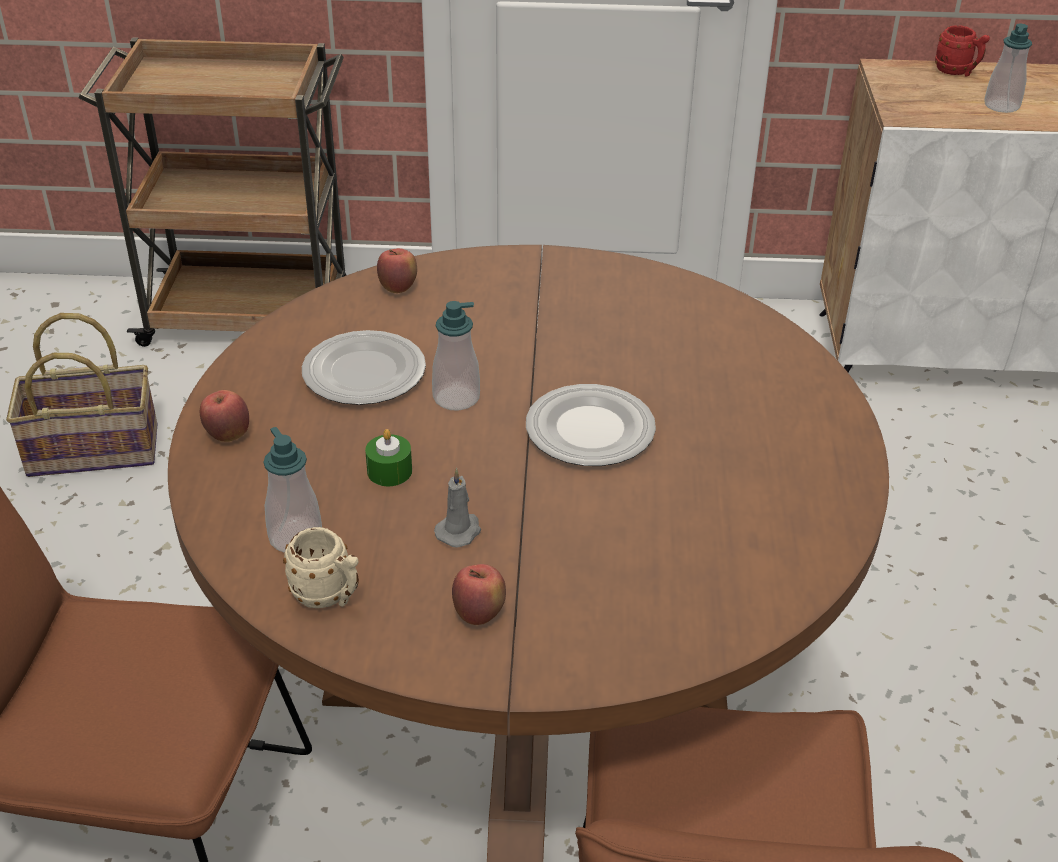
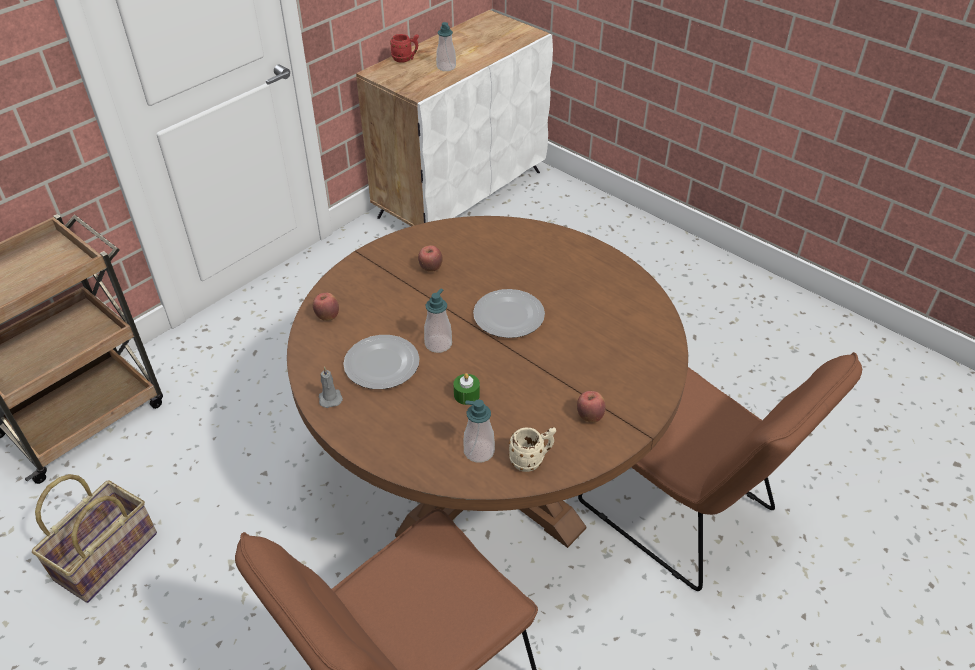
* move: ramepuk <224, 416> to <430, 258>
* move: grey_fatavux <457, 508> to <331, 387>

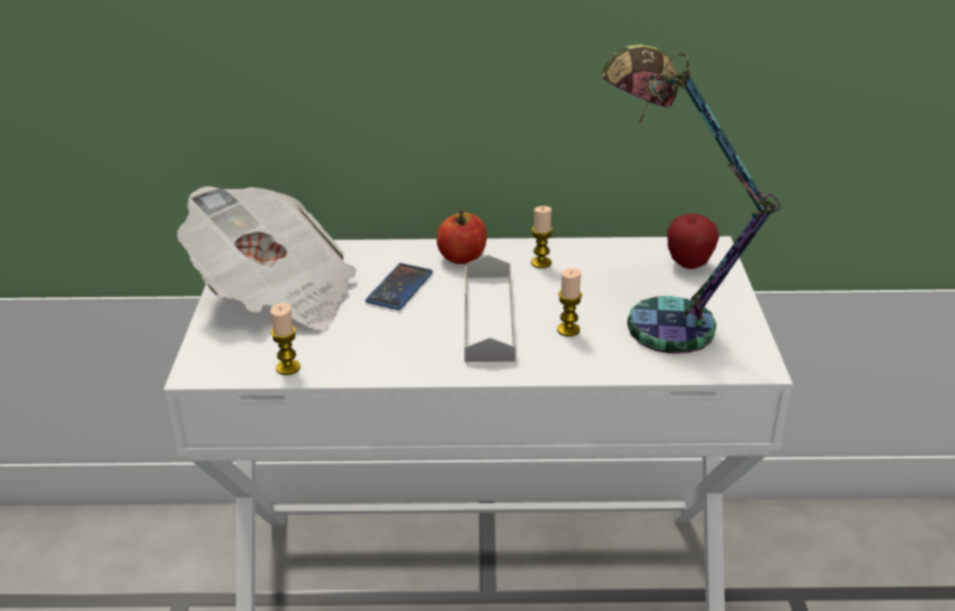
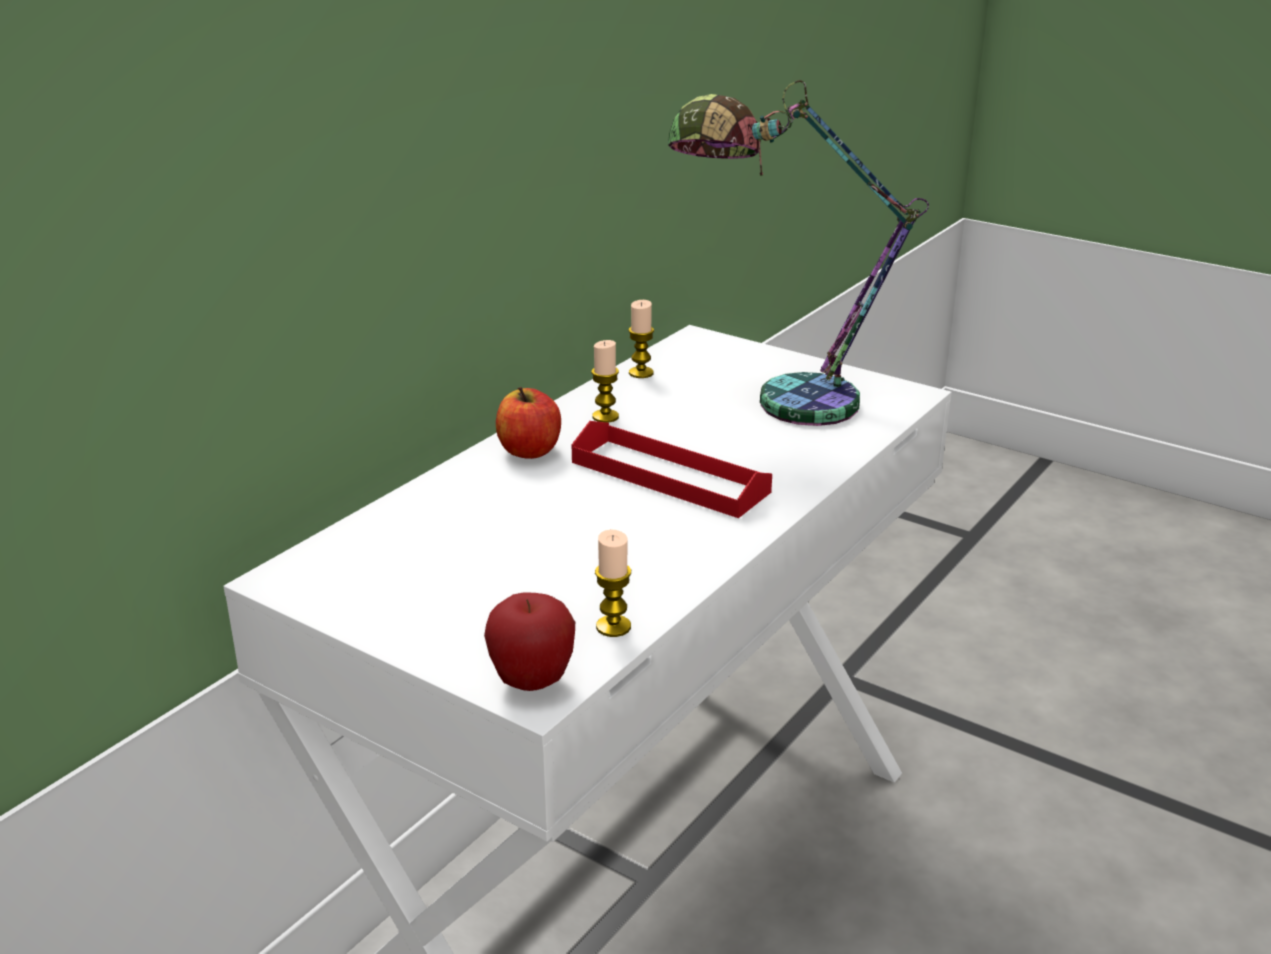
* delete: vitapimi <266, 257>
* delete: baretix <399, 286>
* move: fatavux <569, 302> to <641, 339>
* move: ramepuk <693, 241> to <529, 641>
* recolor: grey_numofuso <490, 308> to red_numofuso <671, 469>

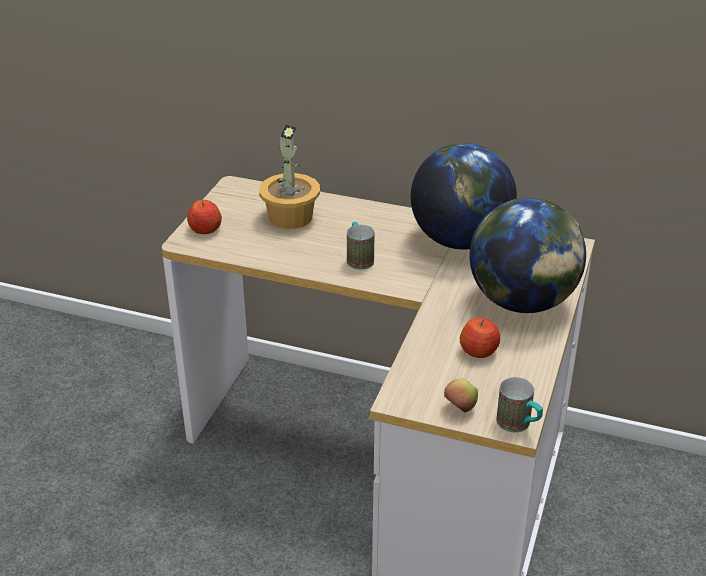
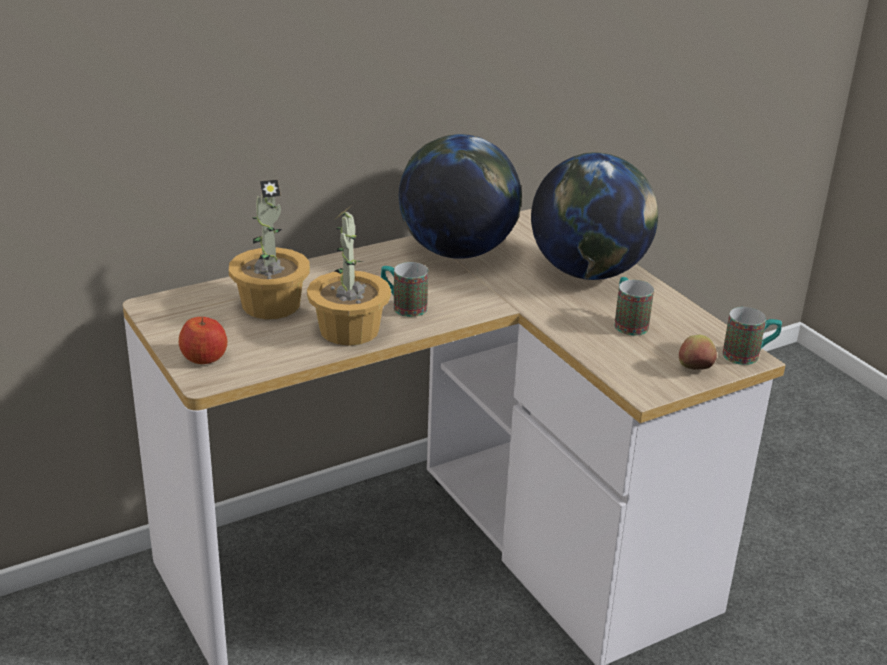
* insert: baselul <349, 275>
* replace: ramepuk <480, 338> to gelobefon <634, 306>

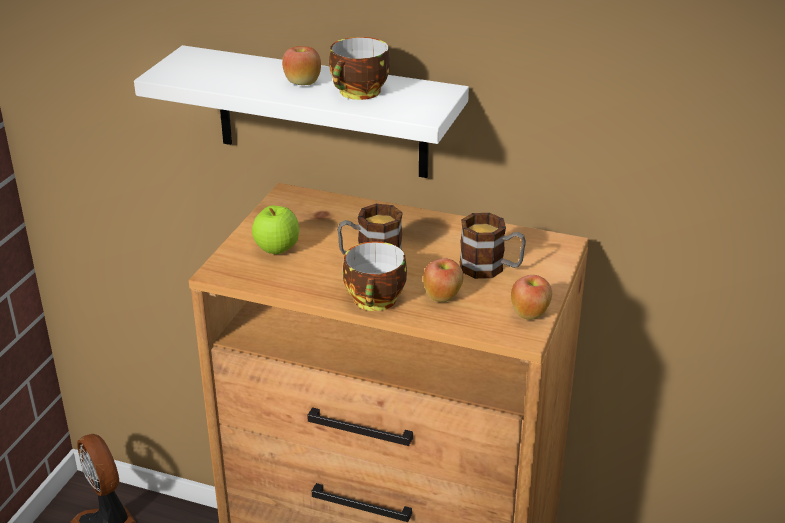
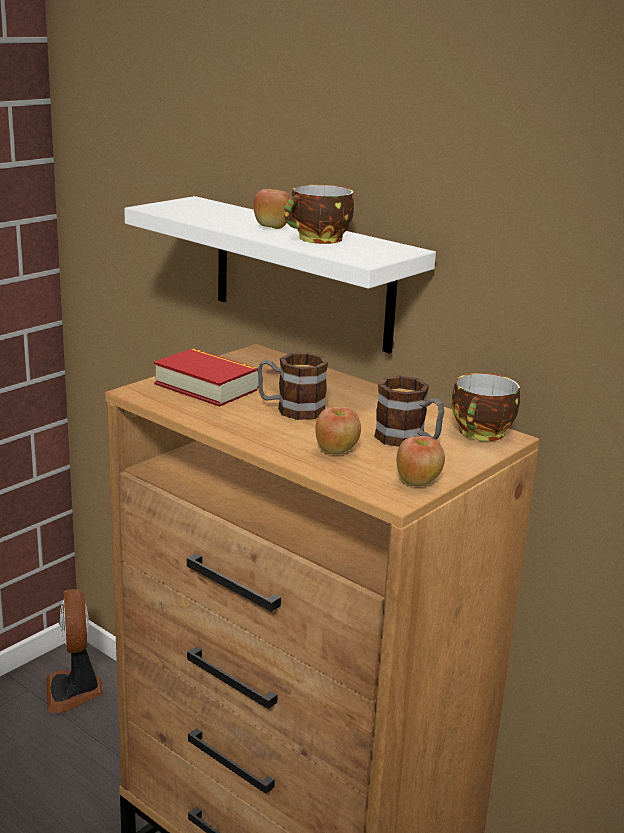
* move: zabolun <375, 276> to <486, 407>
* replace: ramepuk <275, 230> to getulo <206, 377>

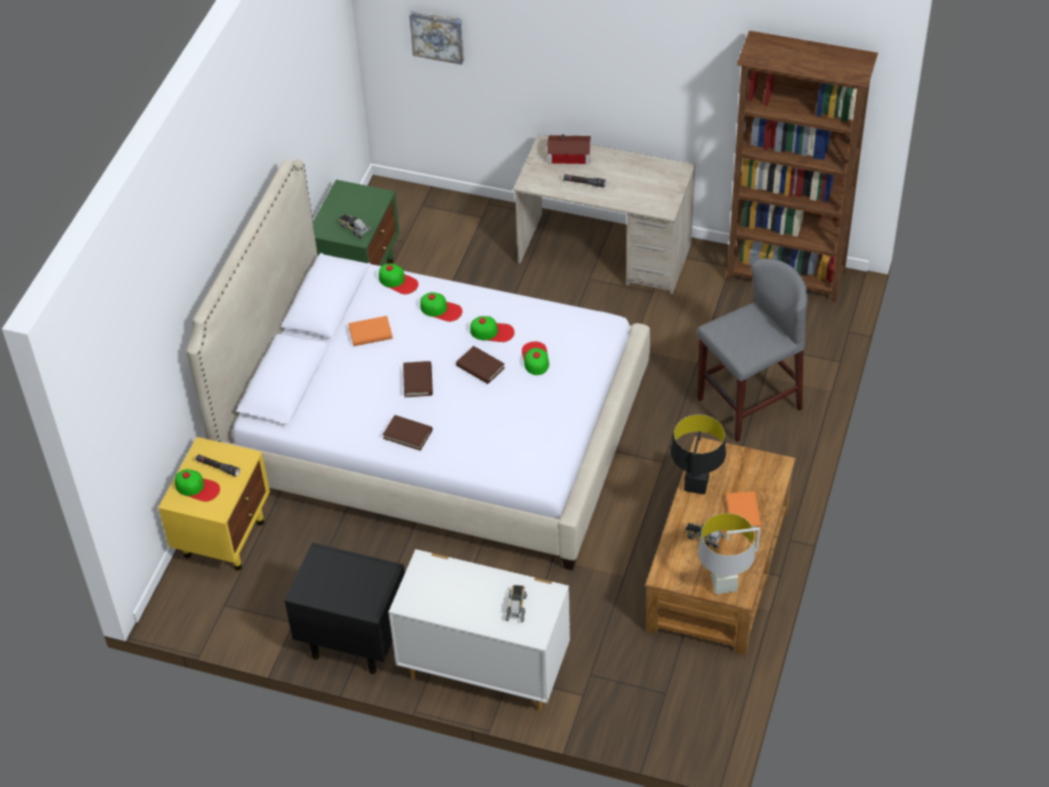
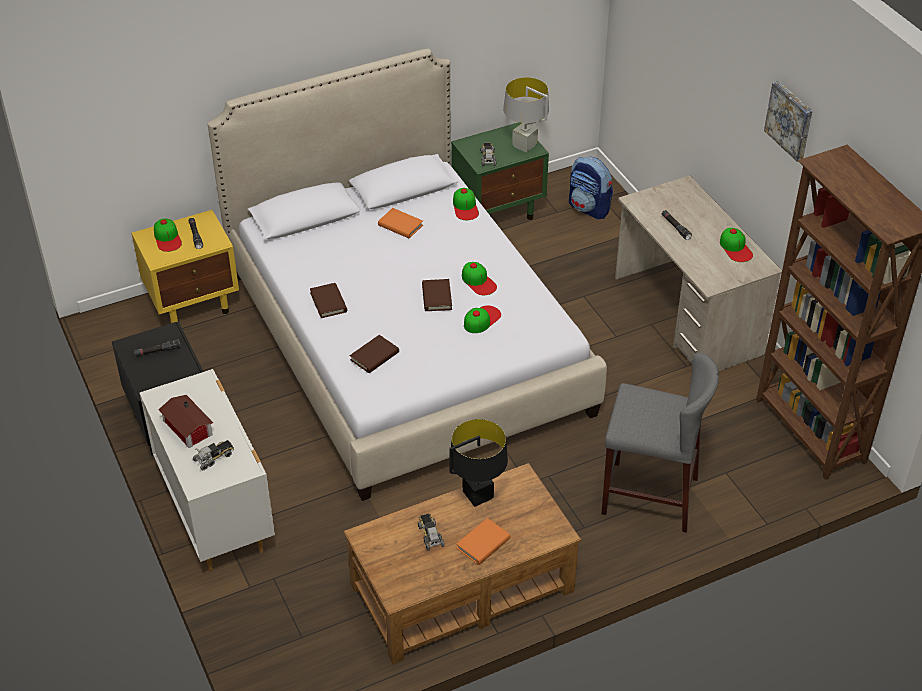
* insert: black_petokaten <157, 348>
* insert: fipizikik <591, 188>
* move: brown_getulo <418, 379> to <374, 354>
* move: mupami <436, 37> to <788, 121>
* move: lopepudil <441, 307> to <736, 245>
* move: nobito <569, 149> to <185, 421>
* move: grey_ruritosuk <729, 553> to <526, 114>

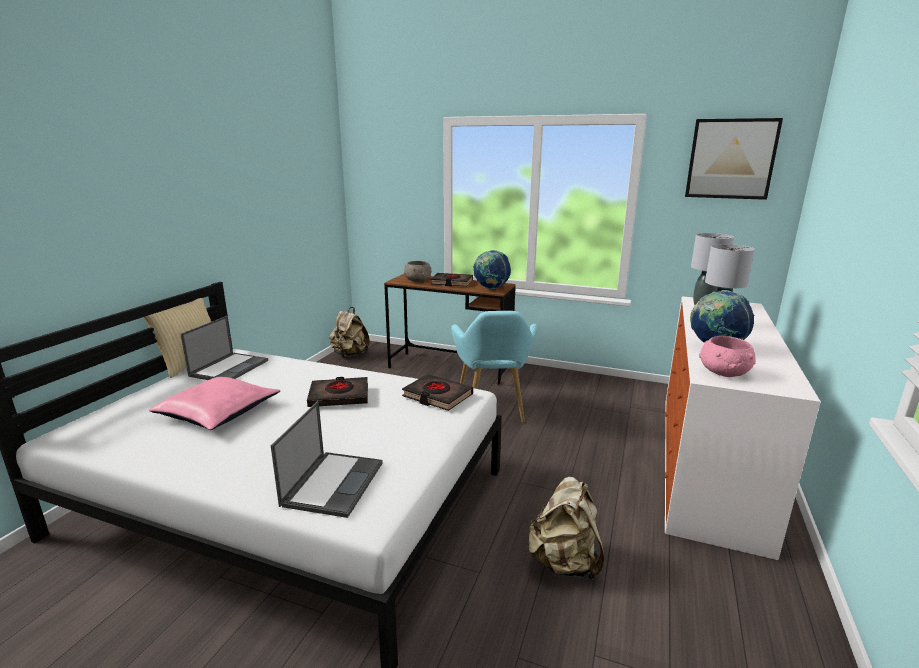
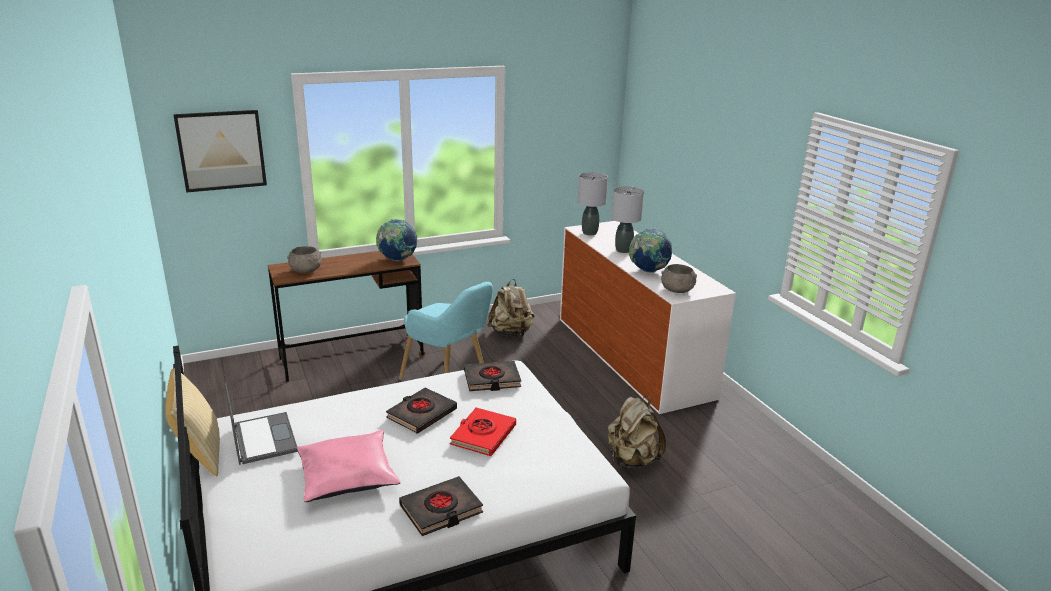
* delete: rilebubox <327, 459>
* insert: red_getulo <483, 432>
* move: beige_fipizikik <349, 332> to <511, 308>
* move: black_getulo <452, 279> to <441, 506>
* move: mupami <734, 159> to <220, 151>
* recolor: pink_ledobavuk <727, 356> to grey_ledobavuk <679, 278>

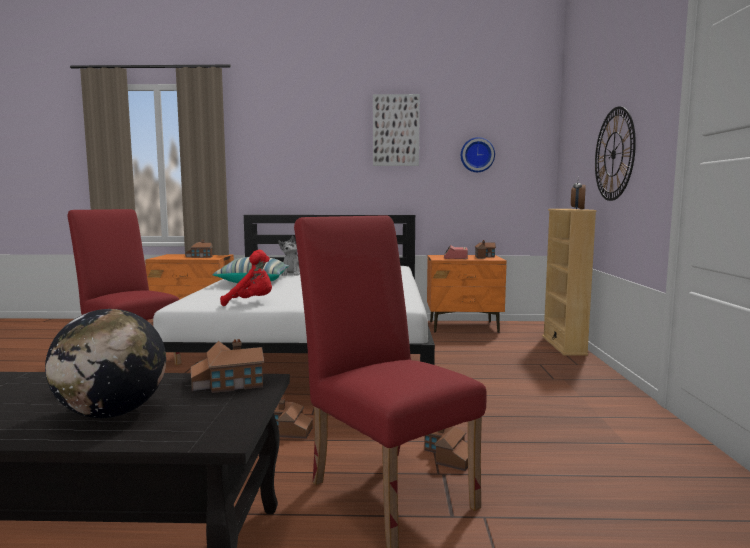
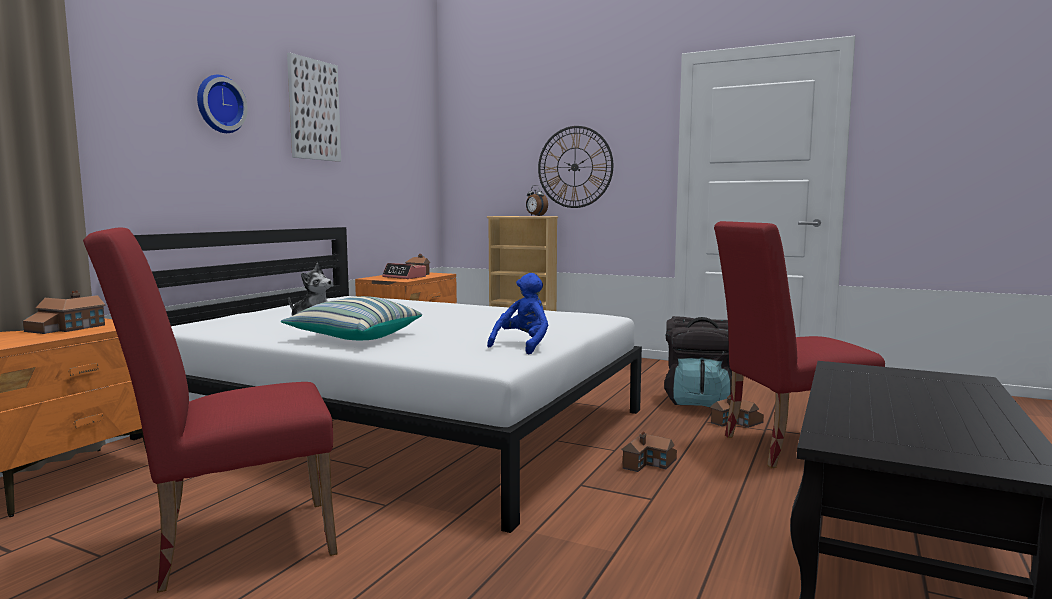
* delete: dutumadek <105, 363>
* delete: nobito <227, 366>
* insert: black_fipizikik <698, 361>
* move: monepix <478, 154> to <222, 104>
* recolor: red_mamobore <246, 278> to blue_mamobore <517, 313>

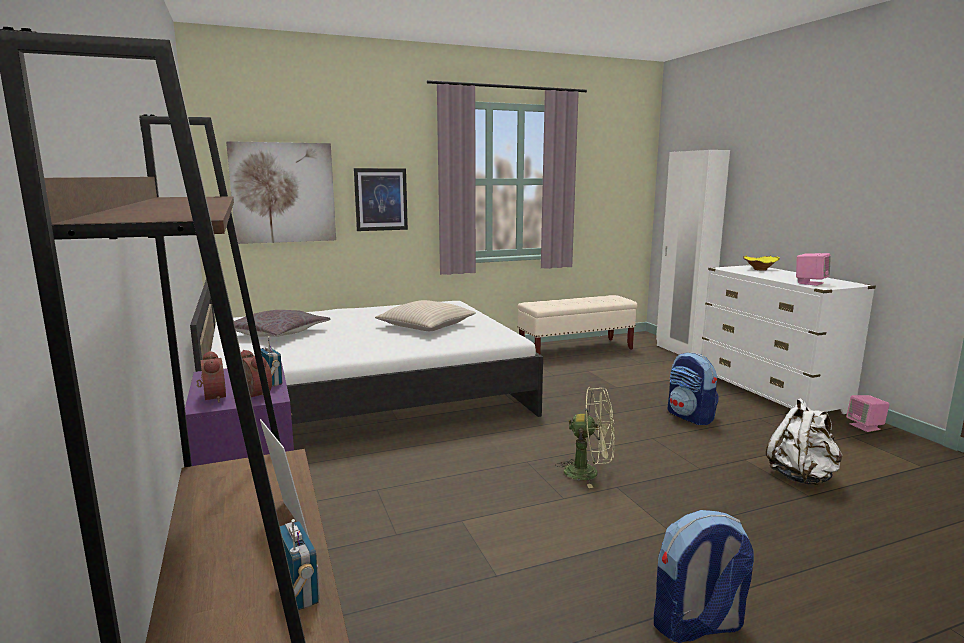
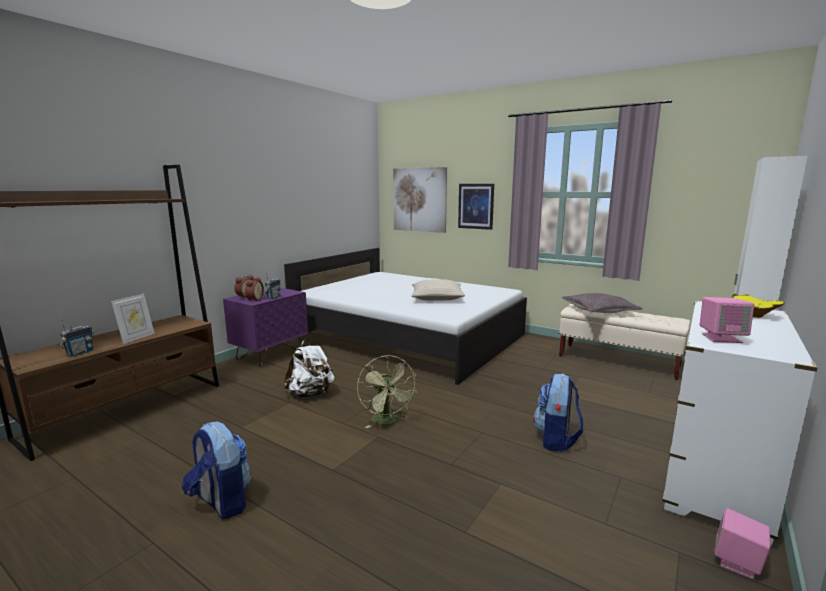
* move: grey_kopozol <282, 323> to <602, 303>
* move: white_fipizikik <804, 441> to <309, 368>

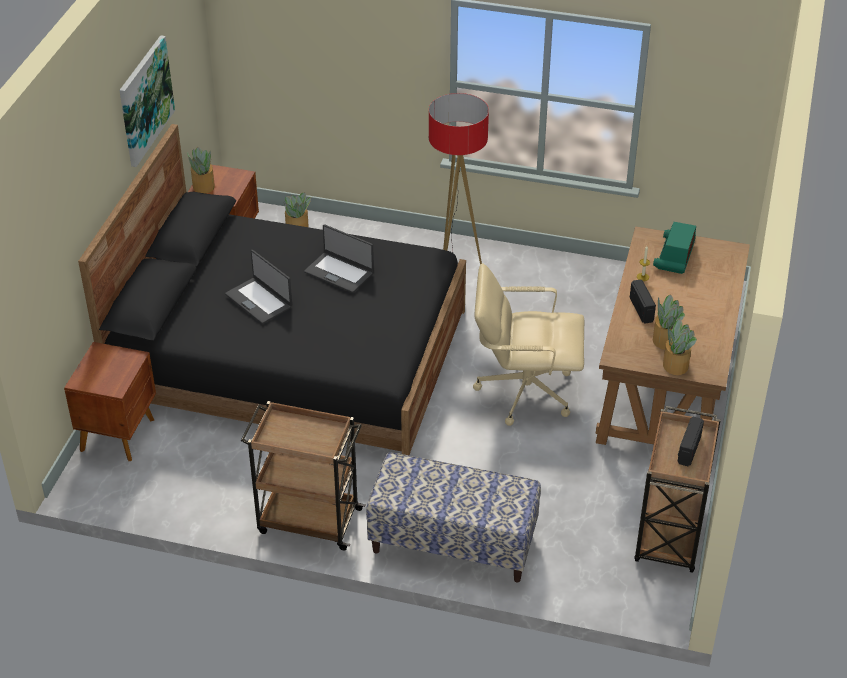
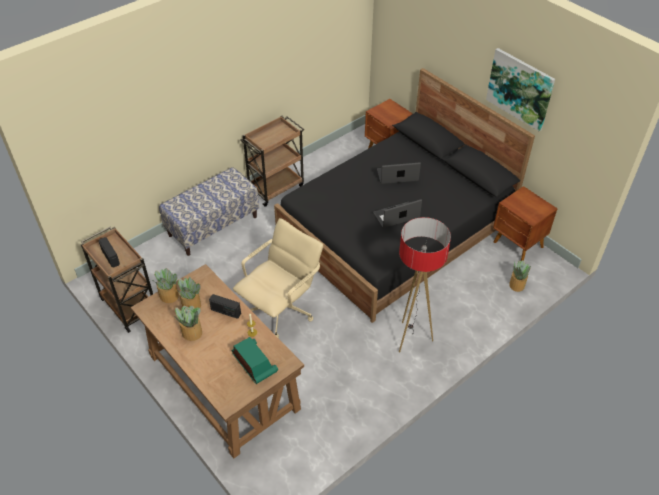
* move: baselul <201, 170> to <188, 323>

